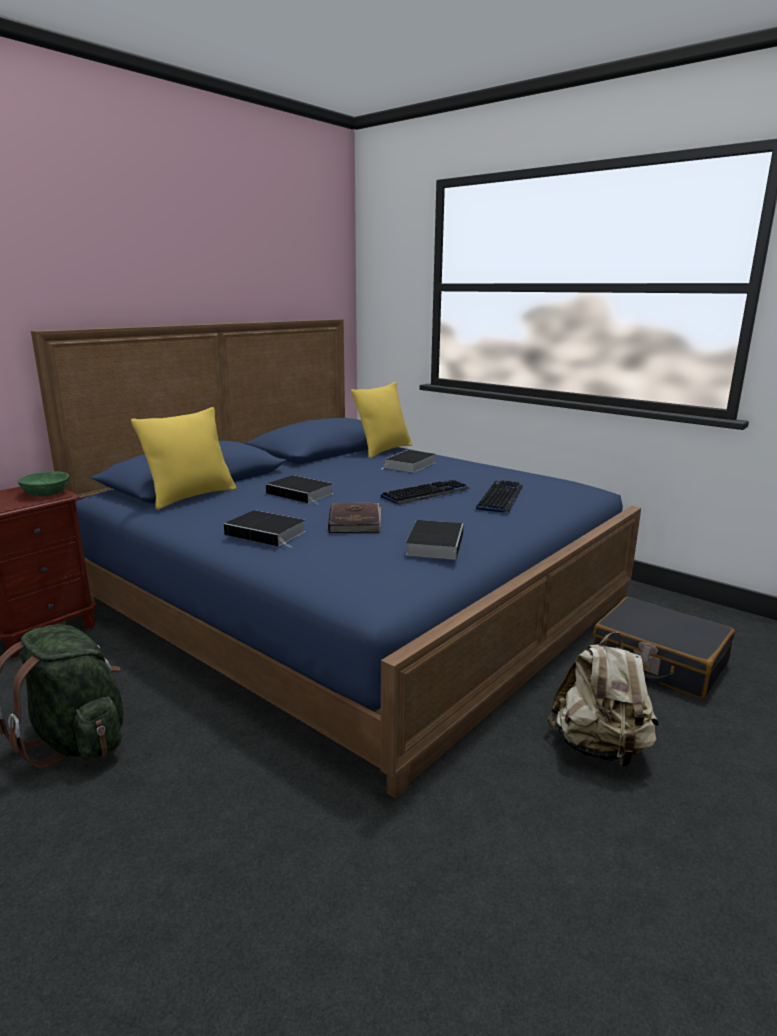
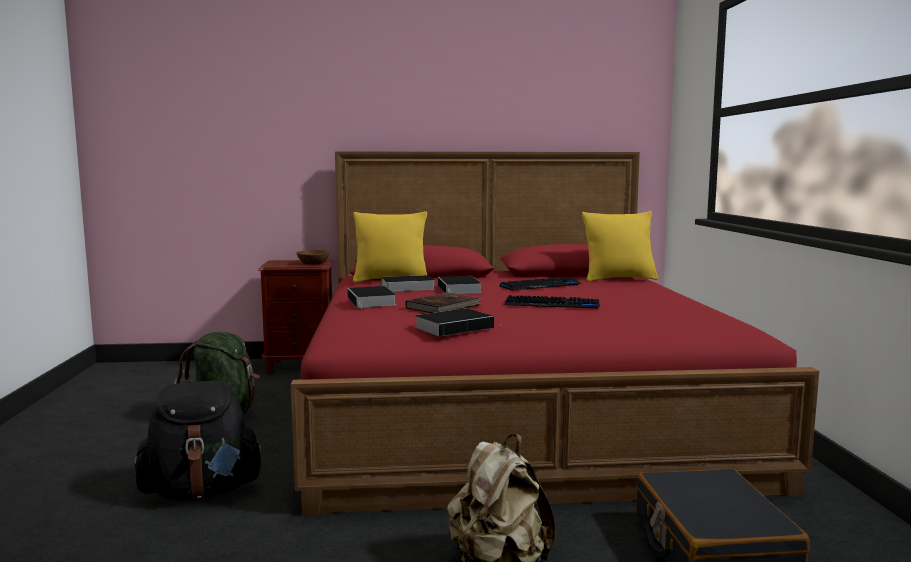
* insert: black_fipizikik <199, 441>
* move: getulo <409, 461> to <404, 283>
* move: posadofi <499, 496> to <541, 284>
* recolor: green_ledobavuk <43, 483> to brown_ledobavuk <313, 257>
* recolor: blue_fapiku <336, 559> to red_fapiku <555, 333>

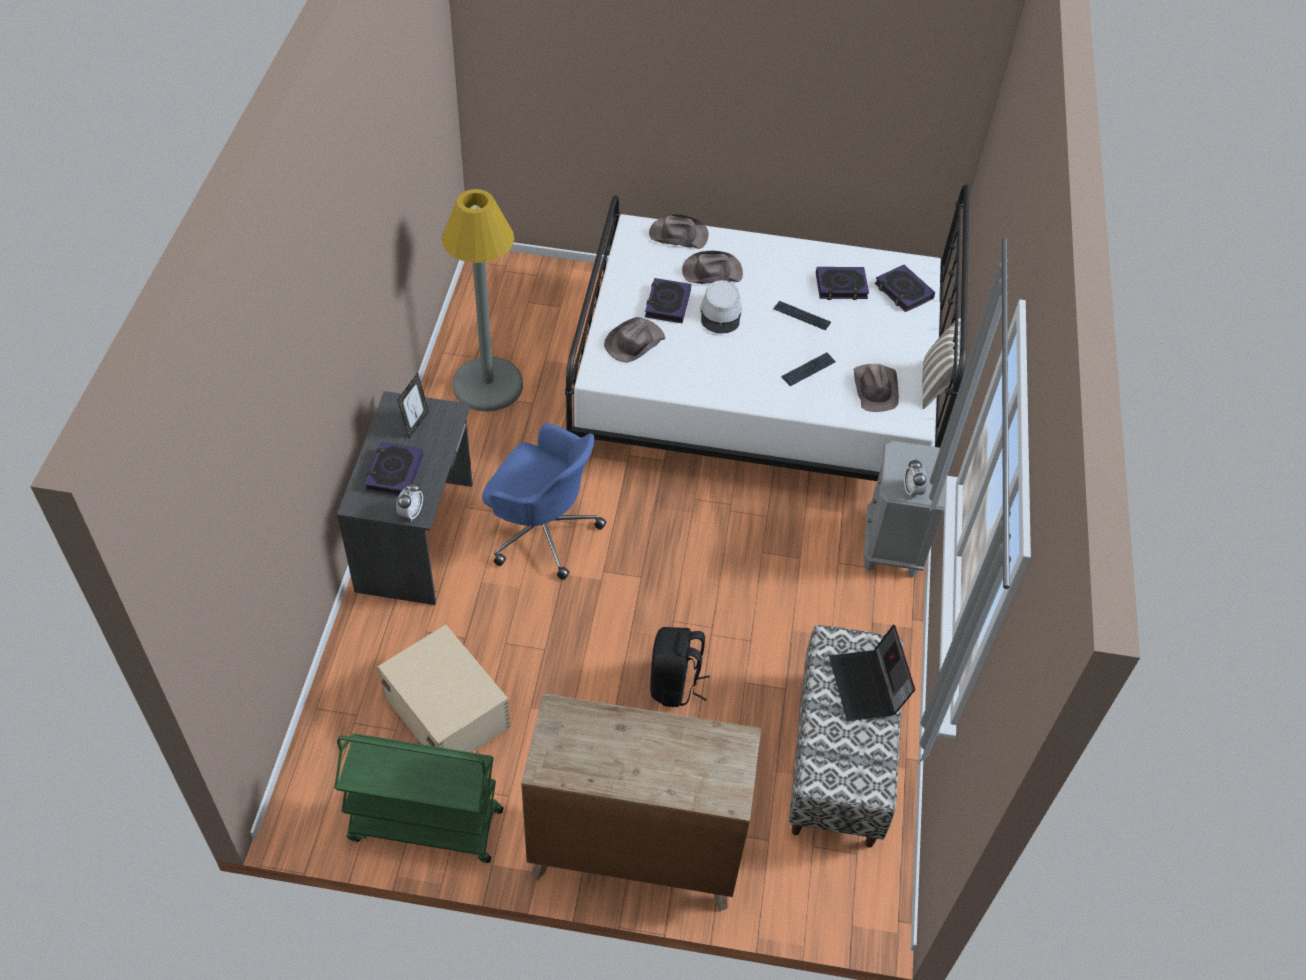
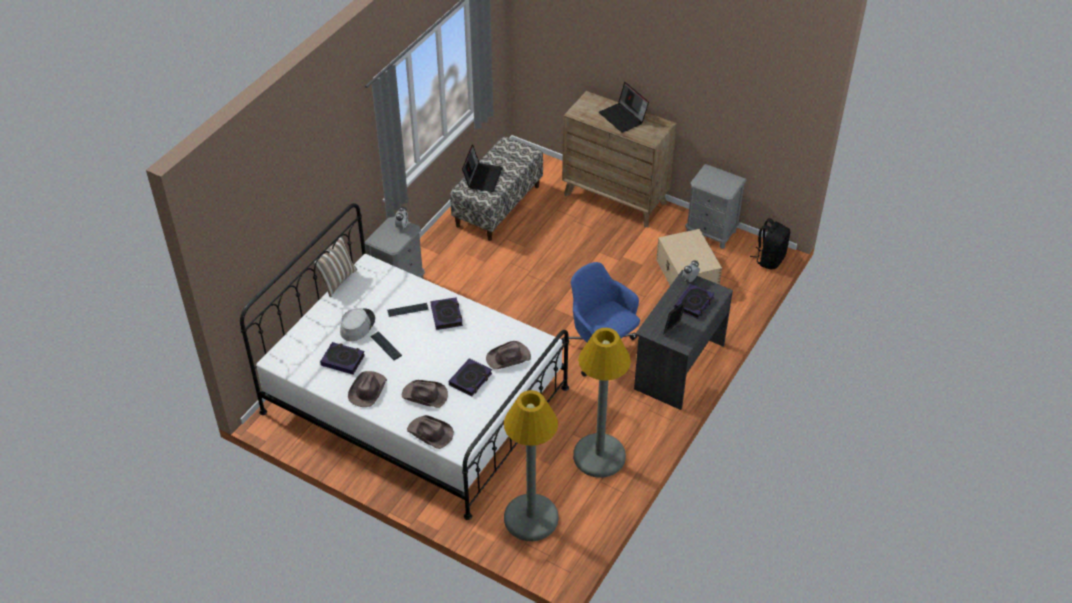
* insert: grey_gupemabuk <531, 465>
* insert: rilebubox <624, 107>
* move: black_fipizikik <680, 667> to <770, 243>
* move: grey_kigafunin <721, 306> to <357, 324>
* move: brown_kigafunin <876, 388> to <367, 389>
* move: getulo <904, 288> to <446, 313>
* replace: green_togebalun <418, 798> to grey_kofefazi <716, 206>

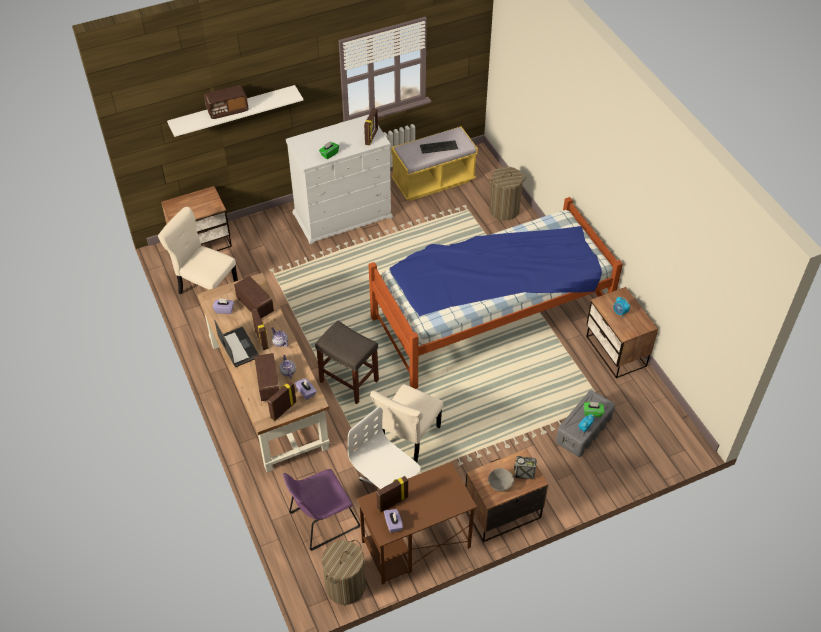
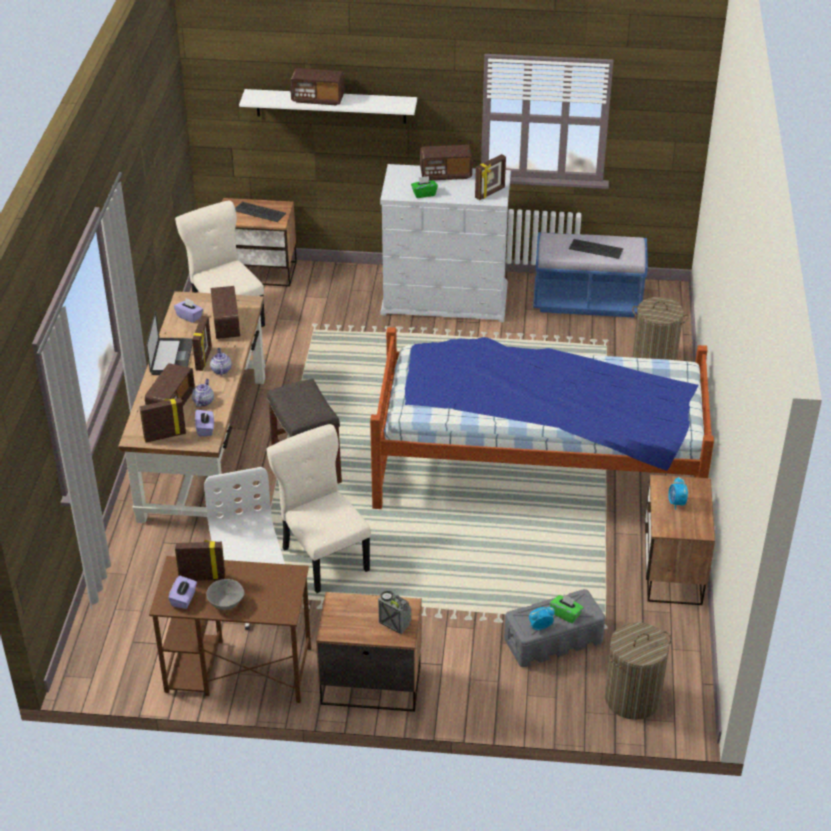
* delete: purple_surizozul <321, 510>
* insert: posadofi <260, 212>
* insert: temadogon <446, 163>
* move: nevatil <344, 572> to <638, 671>
* move: grey_ledobavuk <501, 479> to <225, 594>
* recolor: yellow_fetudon <434, 163> to blue_fetudon <590, 275>
* rotate: beige_surizozul <406, 423> = <318, 508> 90 degrees clockwise

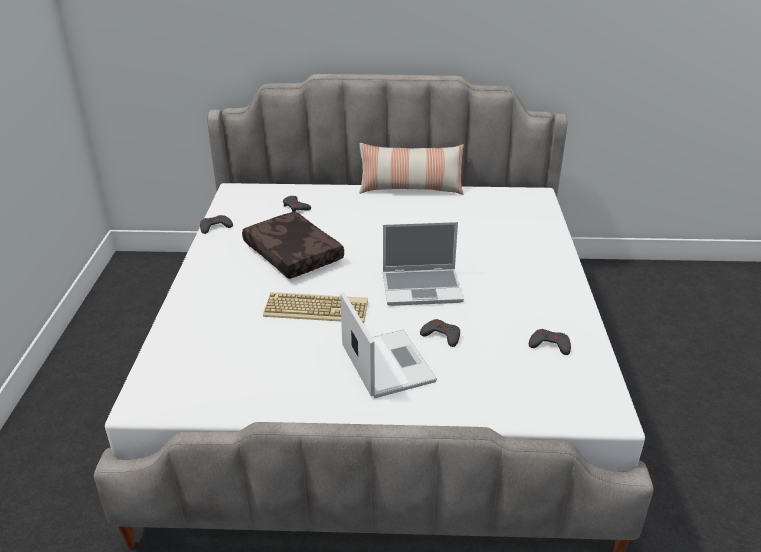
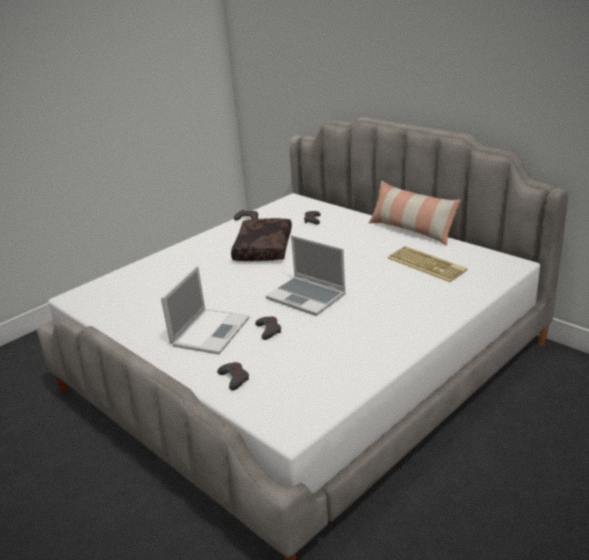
* move: posadofi <315, 307> to <428, 264>
* move: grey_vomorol <550, 342> to <233, 376>

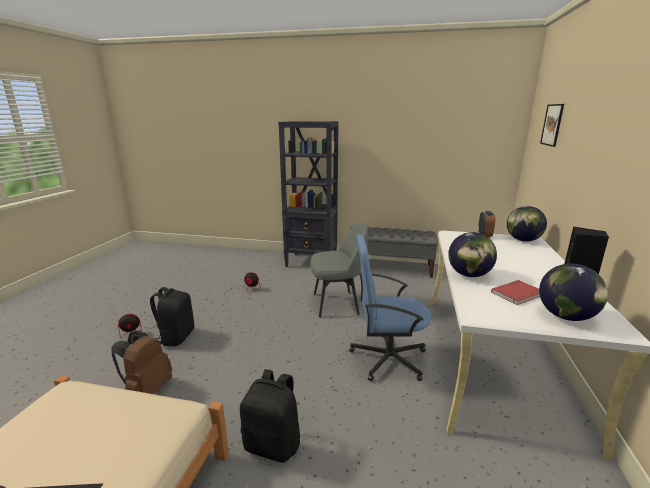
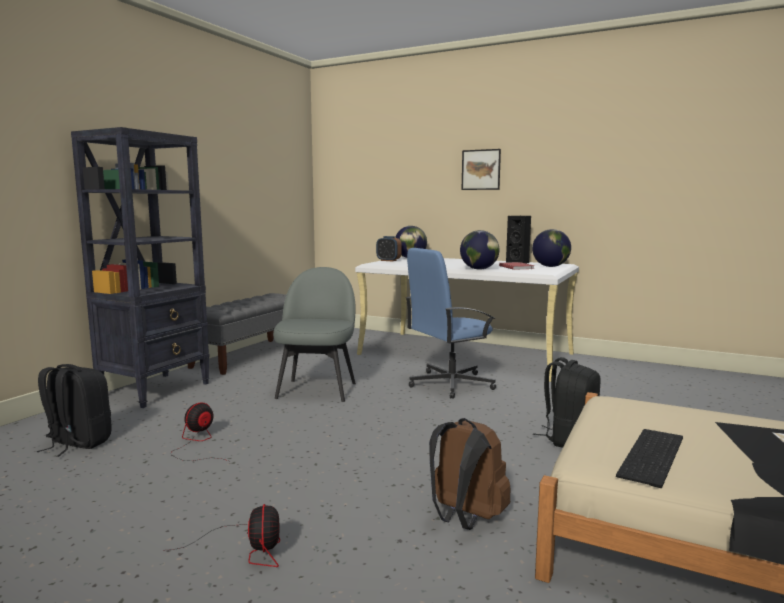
* insert: posadofi <649, 458>
* move: black_fipizikik <172, 316> to <74, 410>
* move: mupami <552, 125> to <481, 169>
* rotate: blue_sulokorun <390, 308> = <451, 323> 45 degrees clockwise

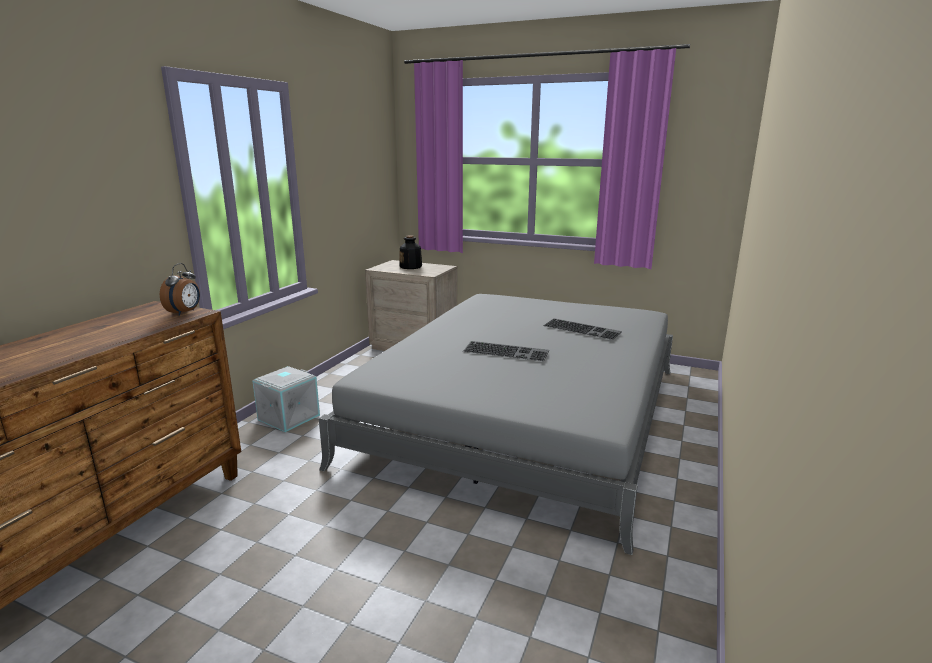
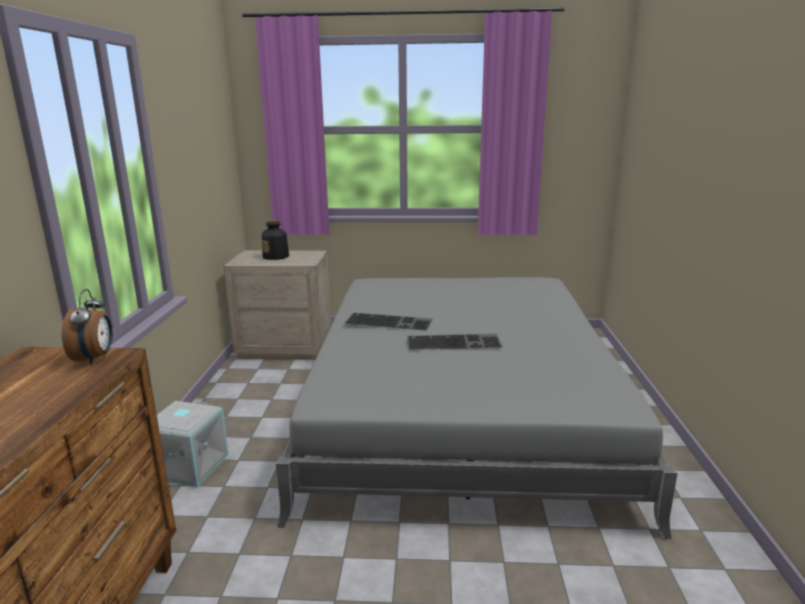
* move: posadofi <582, 329> to <388, 322>

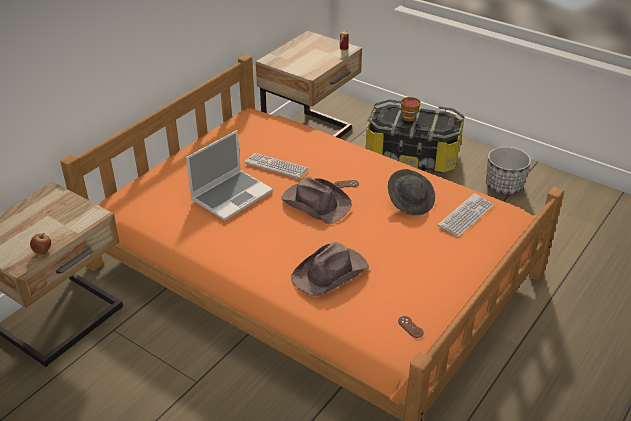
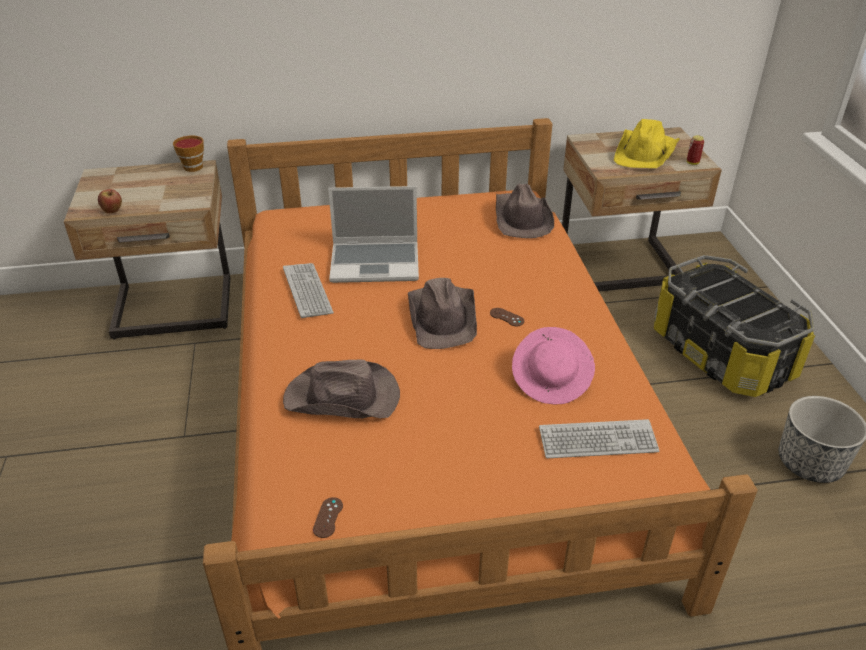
* insert: brown_kigafunin <525, 210>
* insert: yellow_kigafunin <647, 143>
* move: posadofi <277, 166> to <308, 290>
* move: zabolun <411, 109> to <188, 153>
* recolor: grey_kigafunin <411, 192> to pink_kigafunin <553, 365>

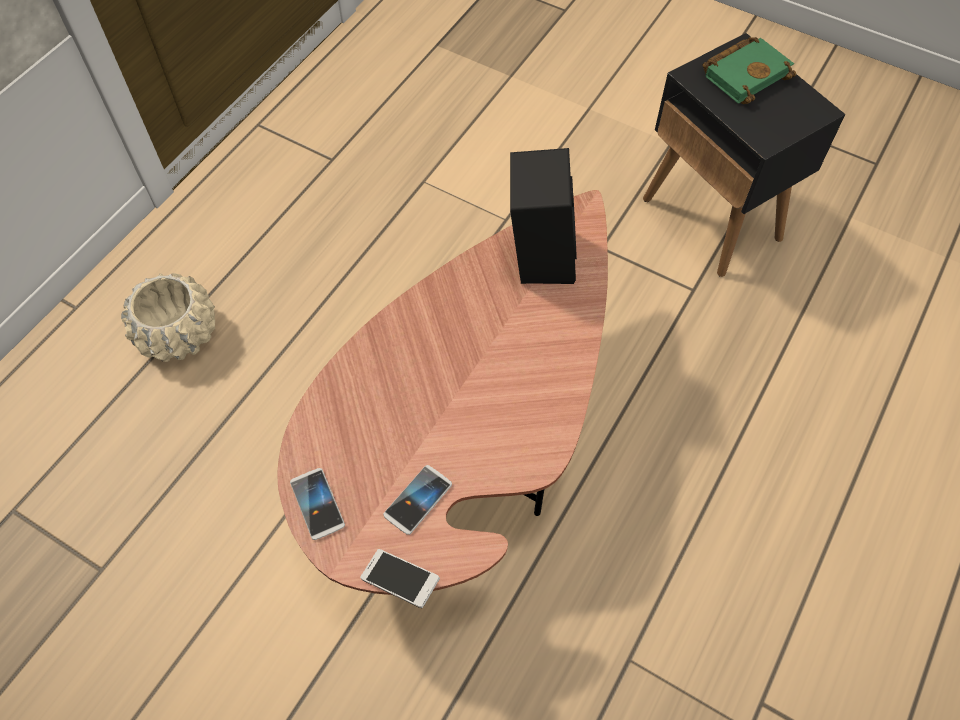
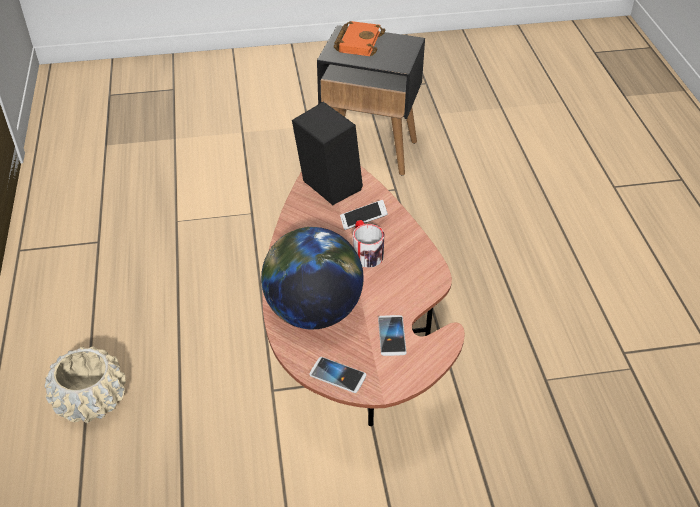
* insert: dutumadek <312, 278>
* insert: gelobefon <368, 244>
* move: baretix <400, 578> to <364, 215>
* recolor: green_getulo <749, 70> to orange_getulo <359, 38>

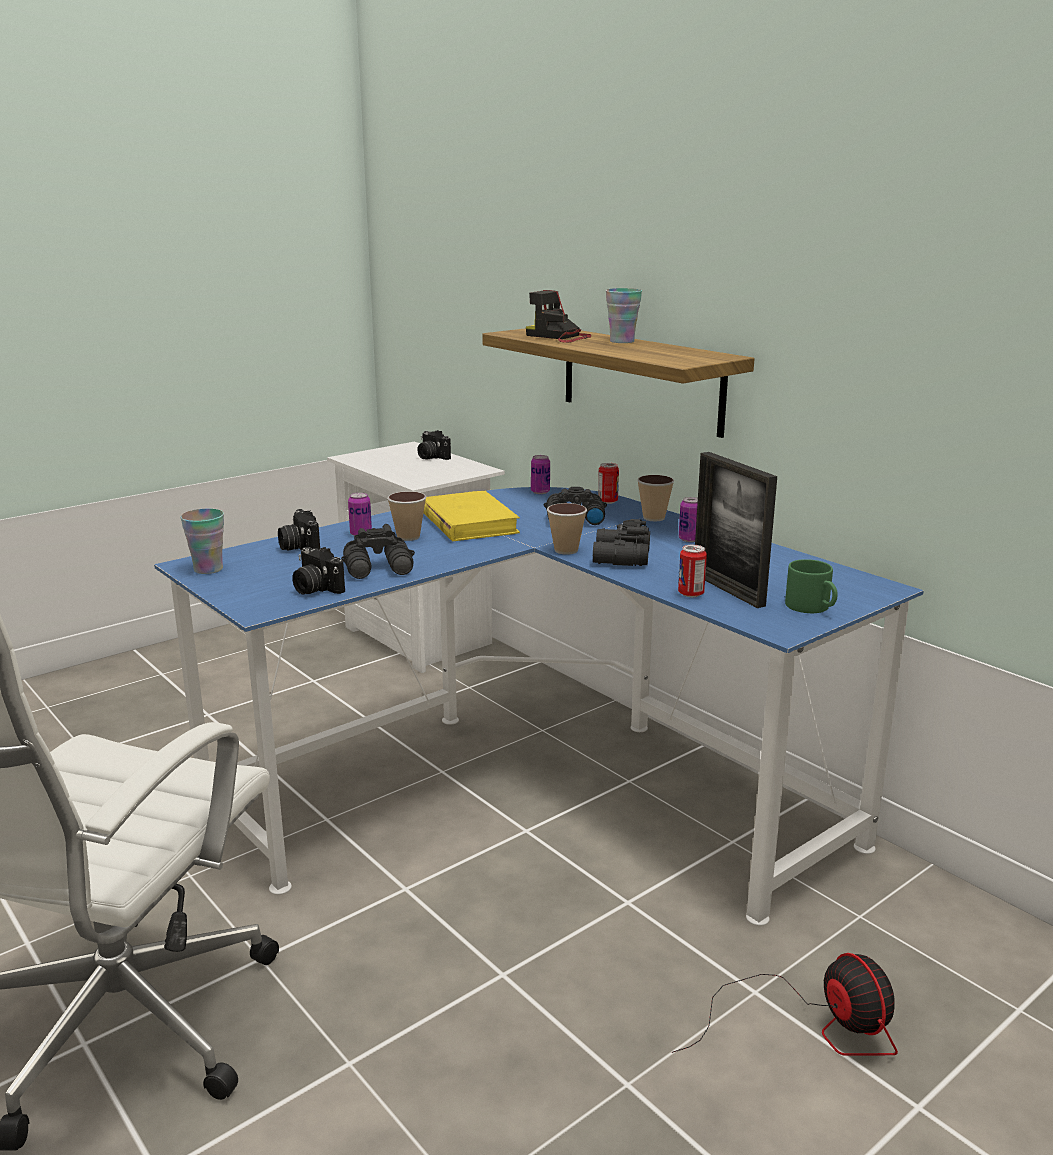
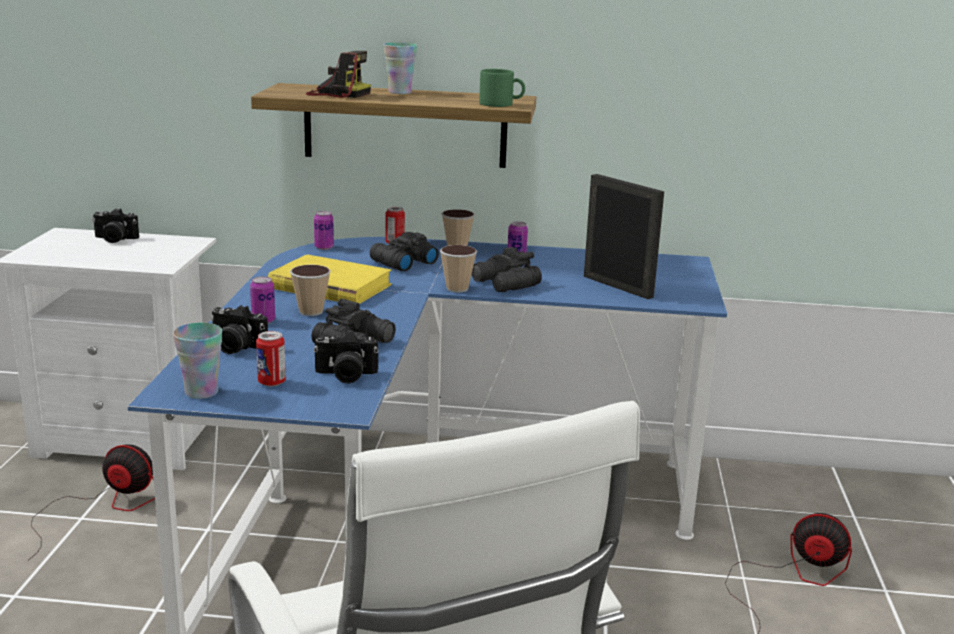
* insert: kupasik <92, 502>
* move: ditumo <692, 571> to <271, 359>
* move: green_gelobefon <811, 586> to <502, 88>
* rotate: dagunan <558, 316> = <338, 74> 150 degrees counterclockwise
* rotate: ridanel <736, 530> = <624, 236> 150 degrees counterclockwise

